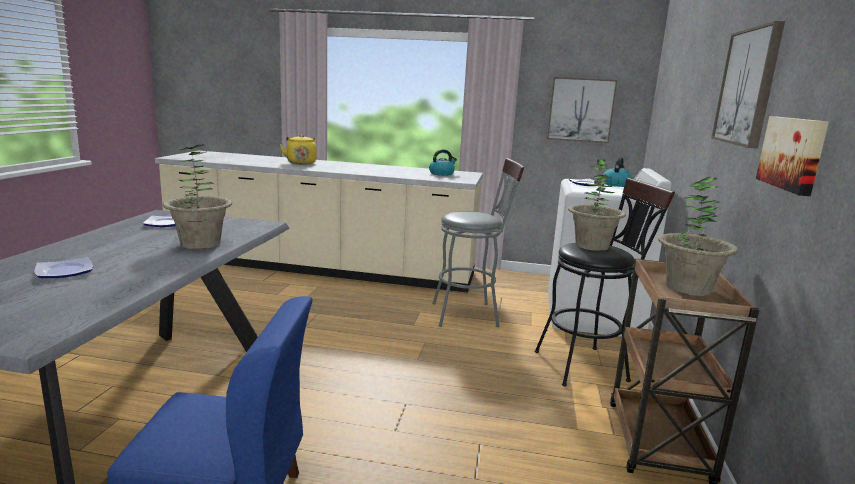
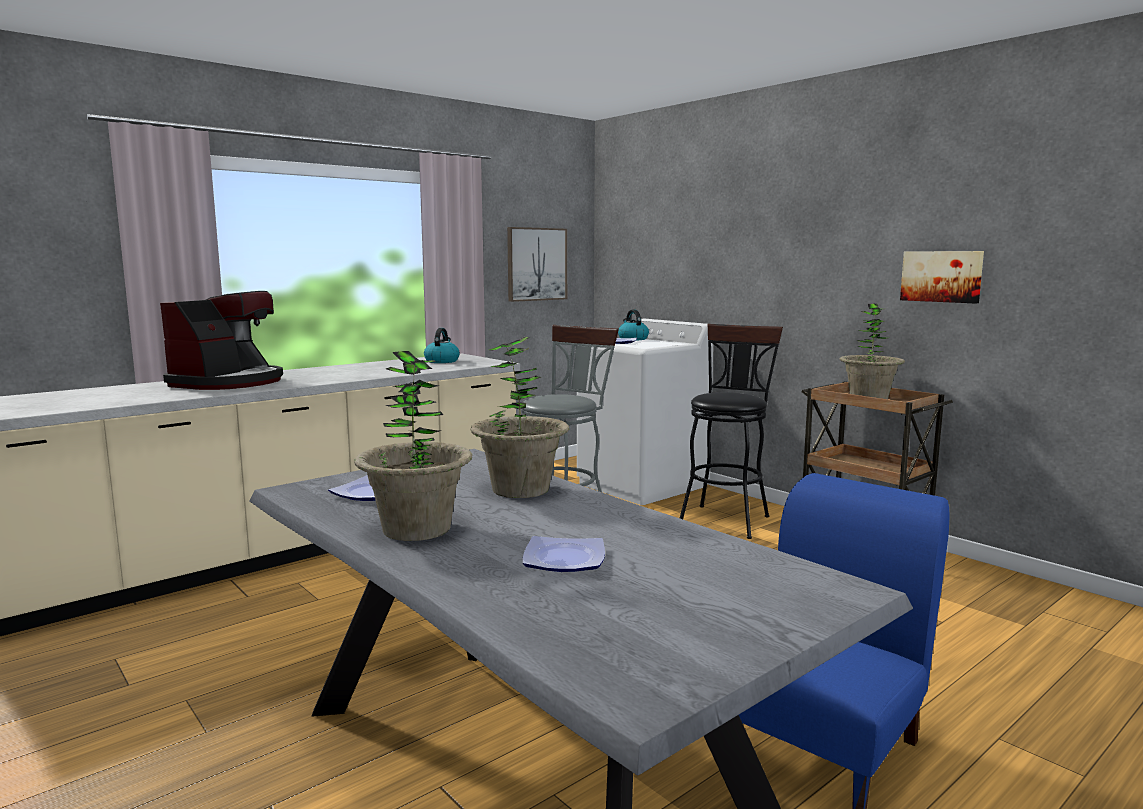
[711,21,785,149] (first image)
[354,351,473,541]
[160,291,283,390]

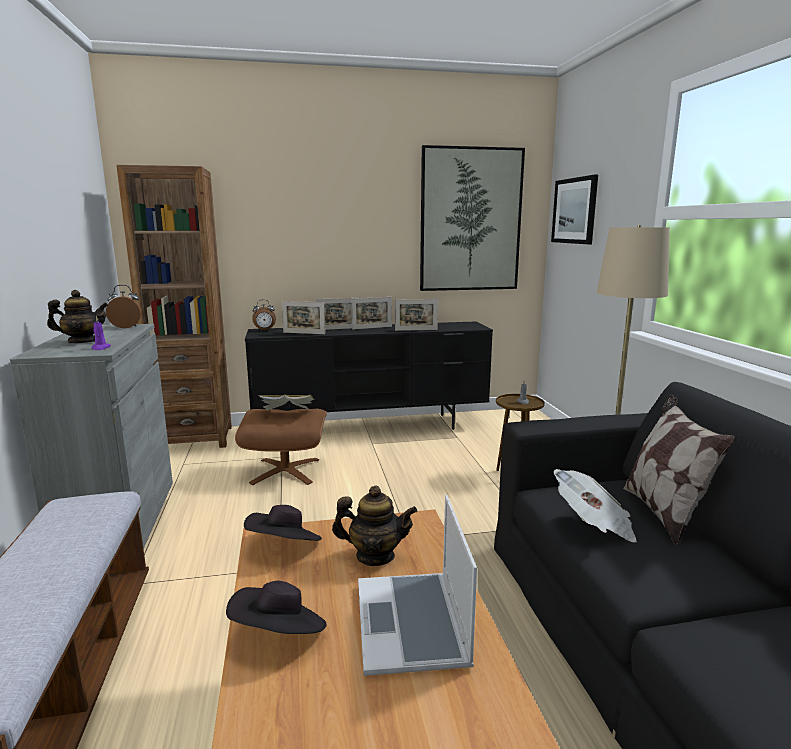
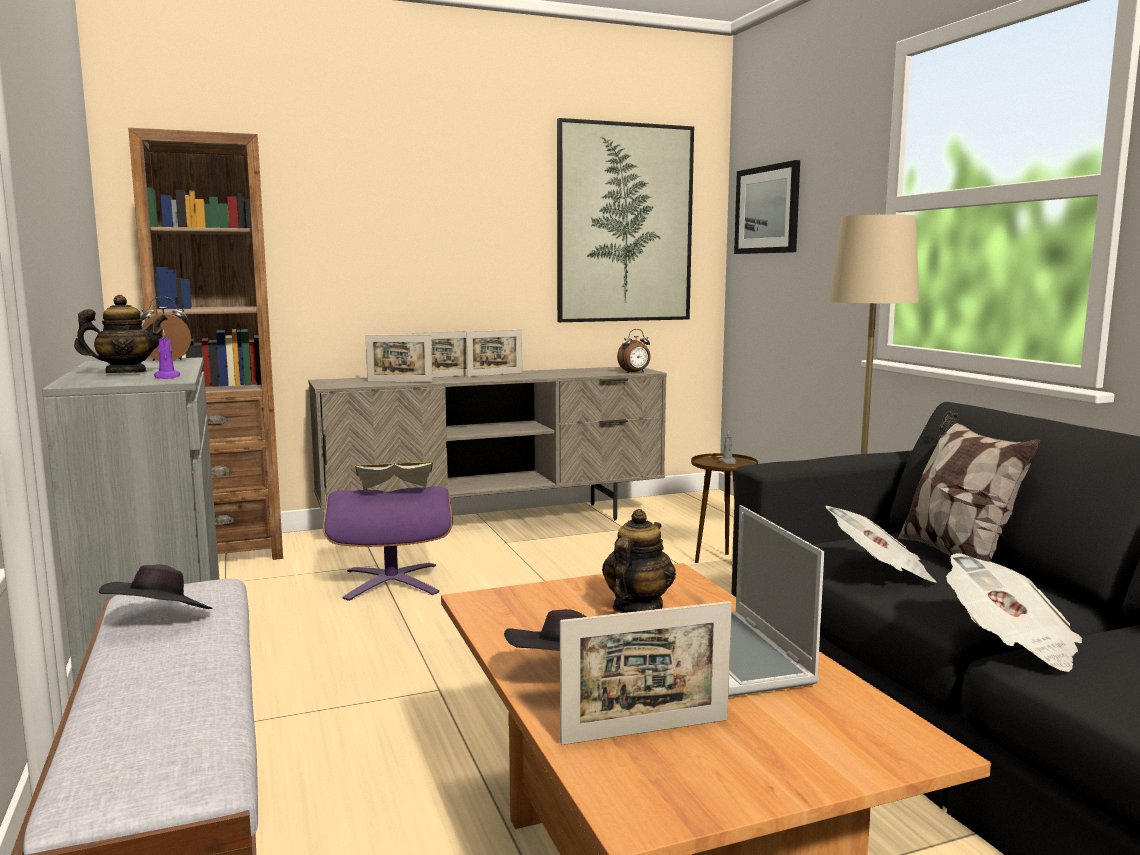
[946,553,1082,672]
[99,564,212,609]
[617,329,651,373]
[560,601,732,745]
[323,486,453,601]
[308,367,667,520]
[602,509,676,613]

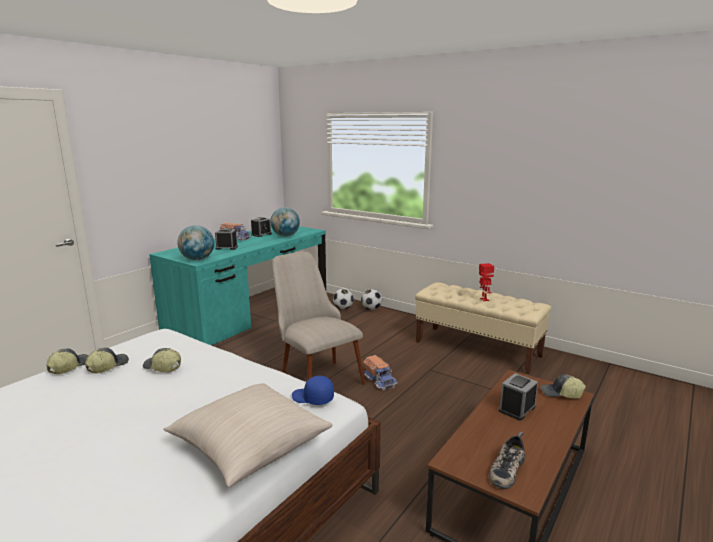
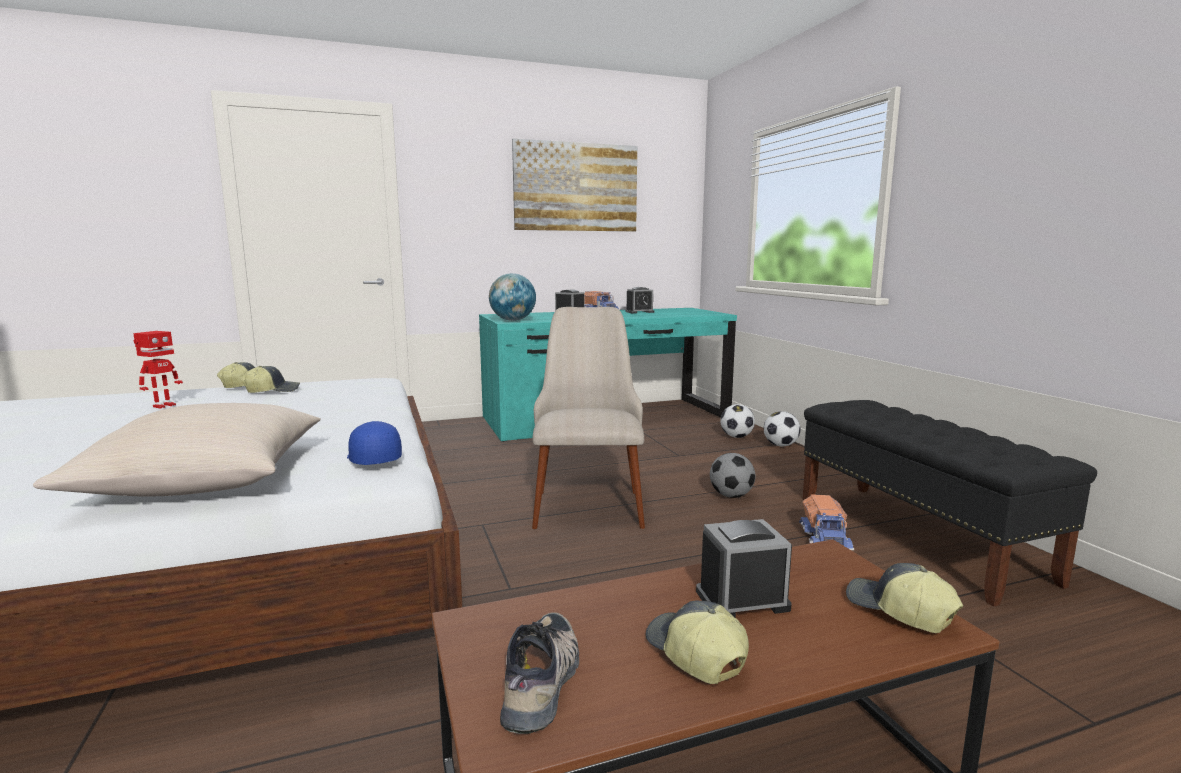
[271,207,300,237] (first image)
[512,138,637,231]
[710,453,755,498]
[646,600,749,684]
[799,494,854,550]
[133,331,183,409]
[803,400,1097,607]
[500,612,579,734]

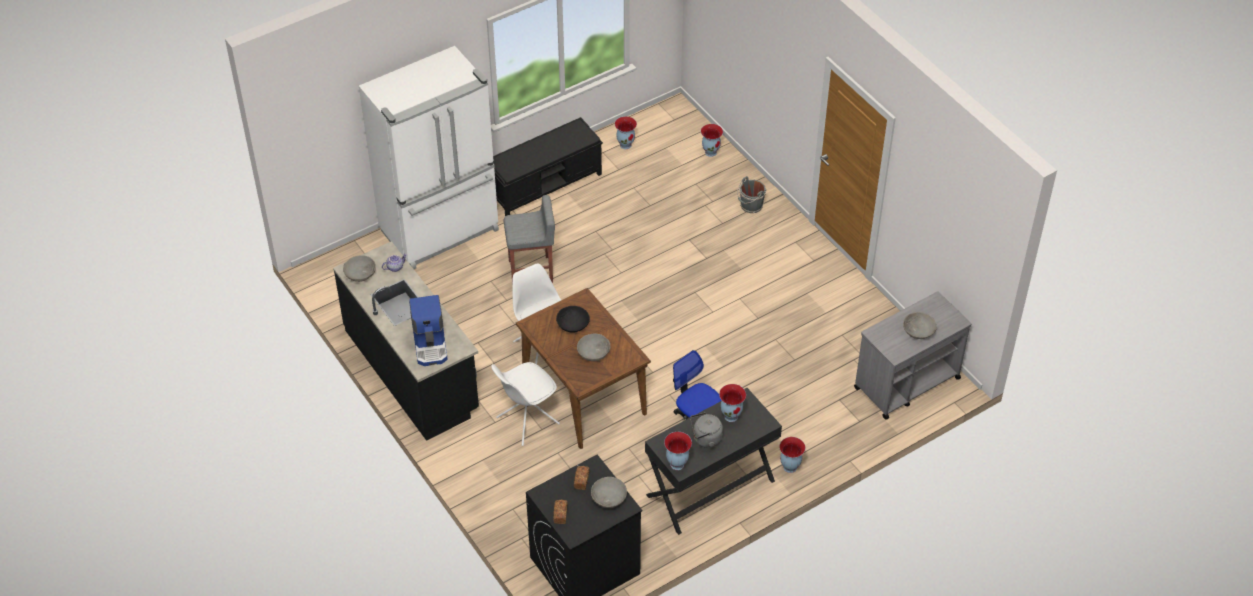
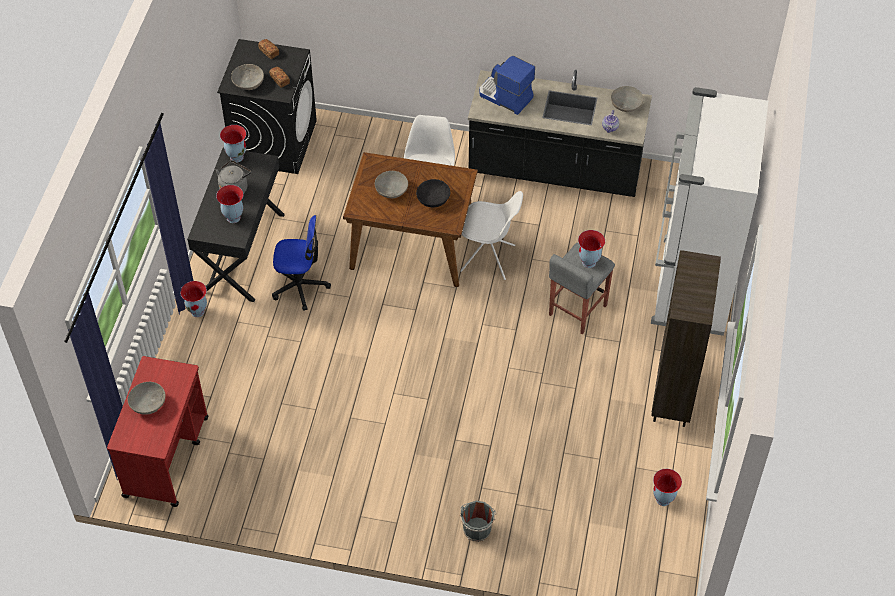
[578,230,605,268]
[651,250,721,427]
[107,356,209,507]

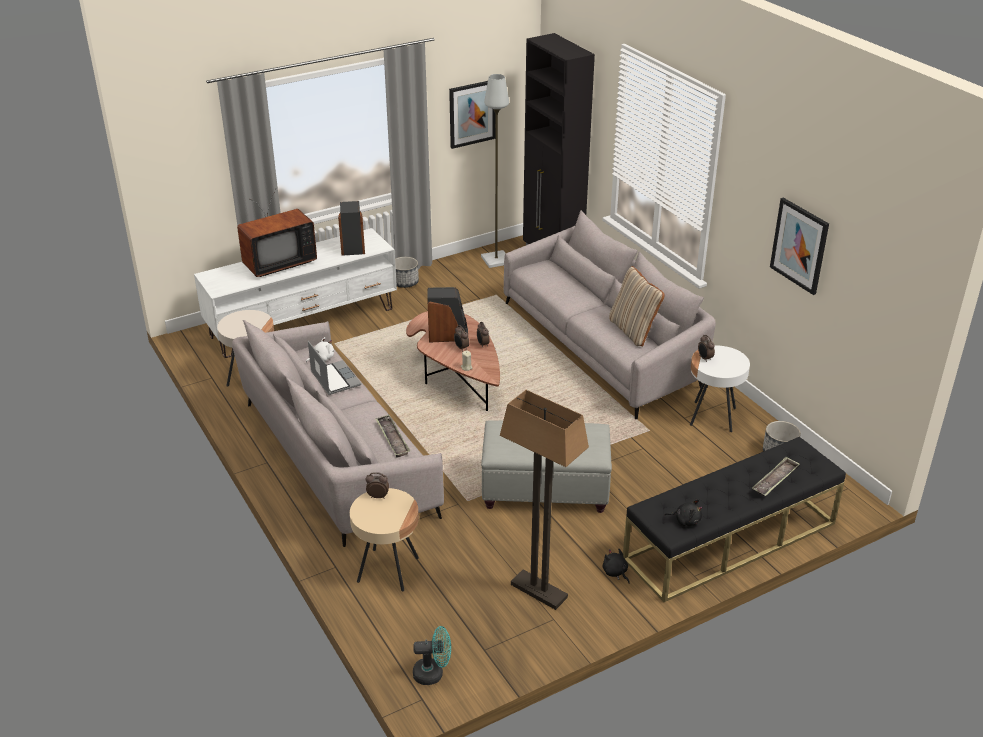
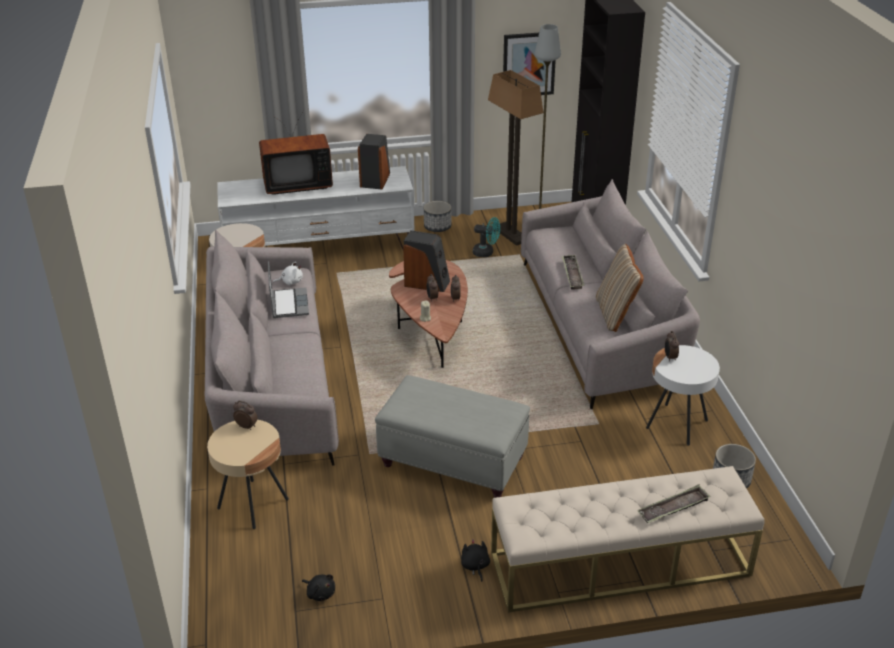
[770,198,829,295] (first image)
[562,255,585,290]
[473,217,500,257]
[488,70,544,246]
[302,574,335,601]
[491,466,765,613]

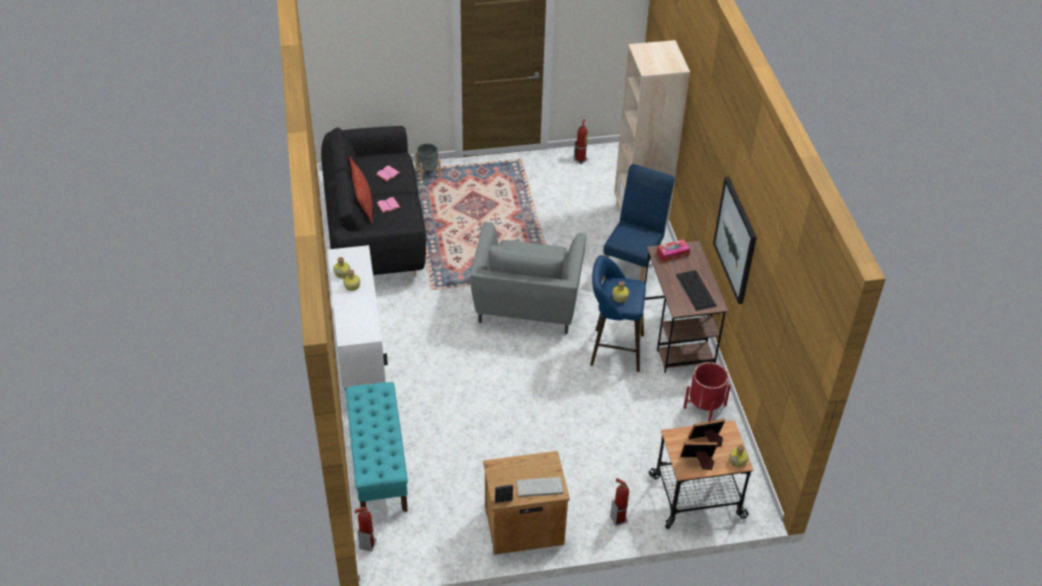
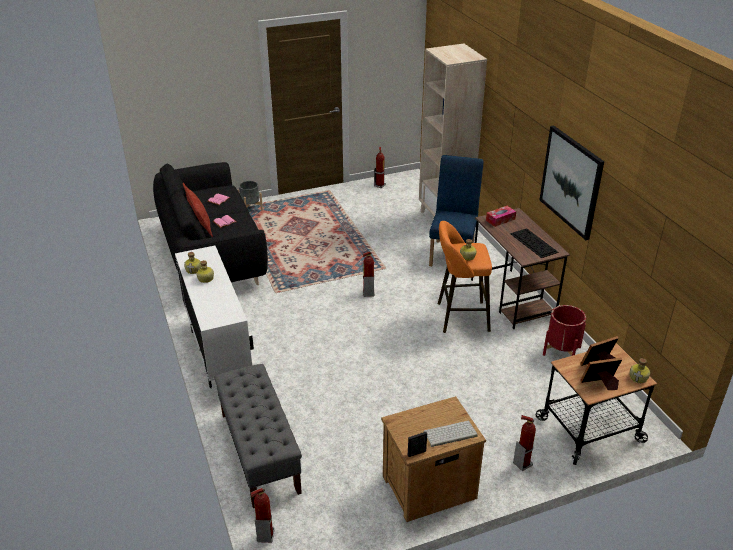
[362,252,375,297]
[214,364,302,508]
[438,221,492,333]

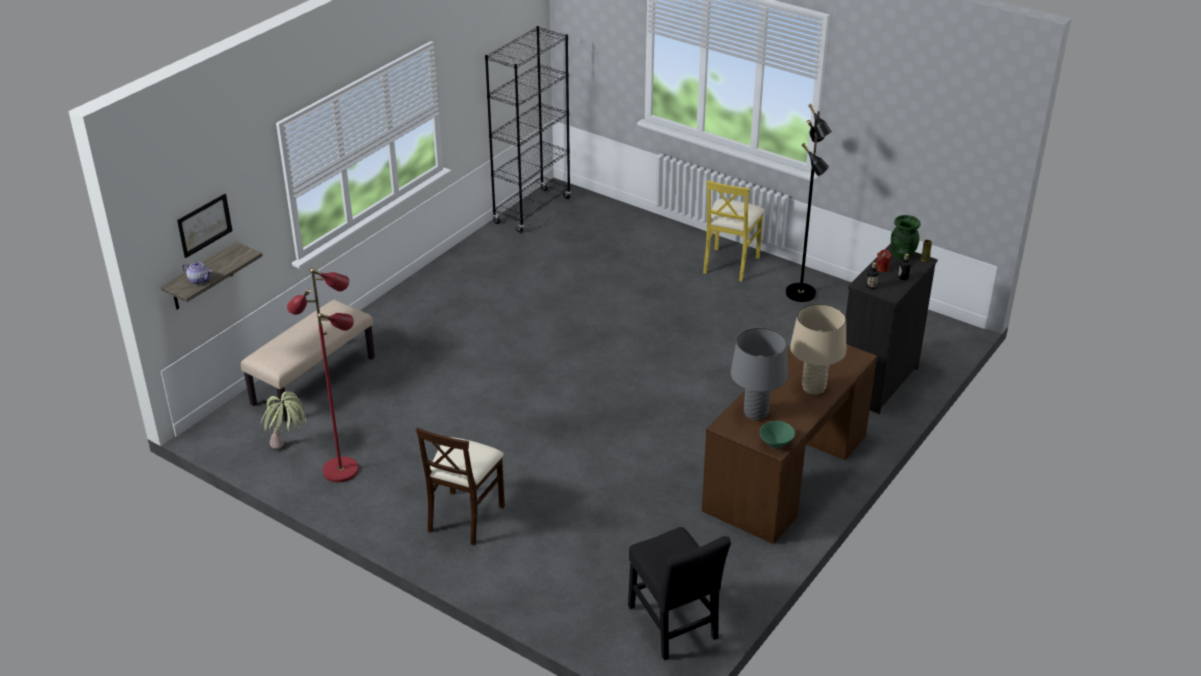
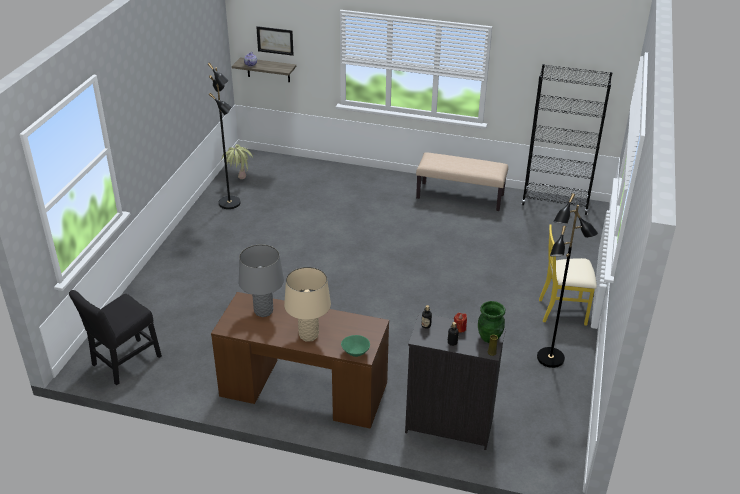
[416,427,505,545] (first image)
[416,153,508,211]
[341,335,370,357]
[208,63,241,209]

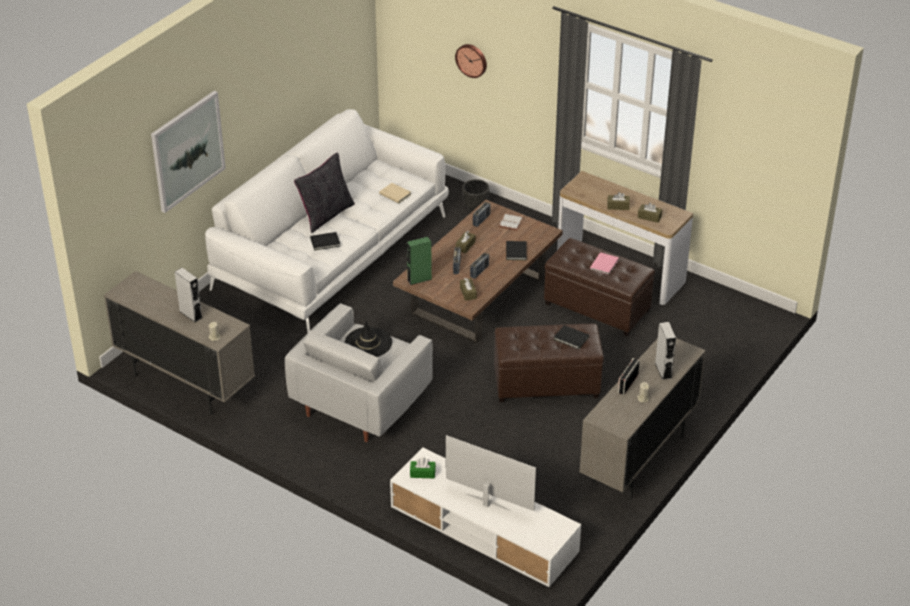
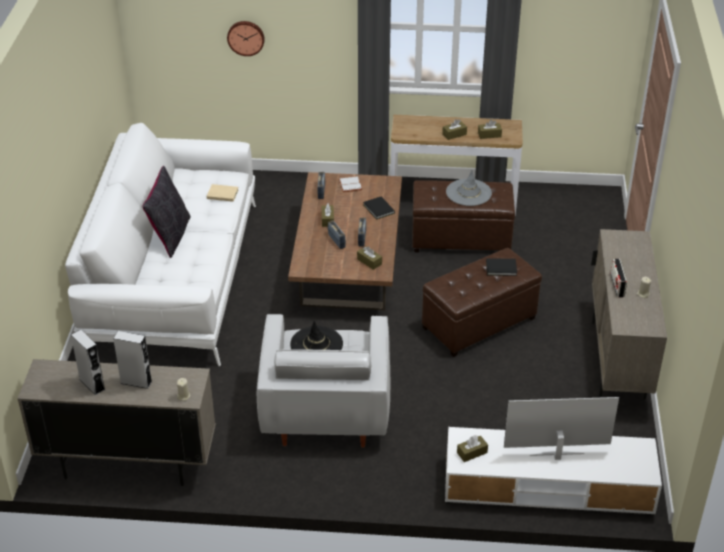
[151,91,226,213] (first image)
[310,232,340,250] (first image)
[407,237,432,285] (first image)
[462,179,489,211] (first image)
[71,330,105,395]
[446,170,492,206]
[457,435,488,462]

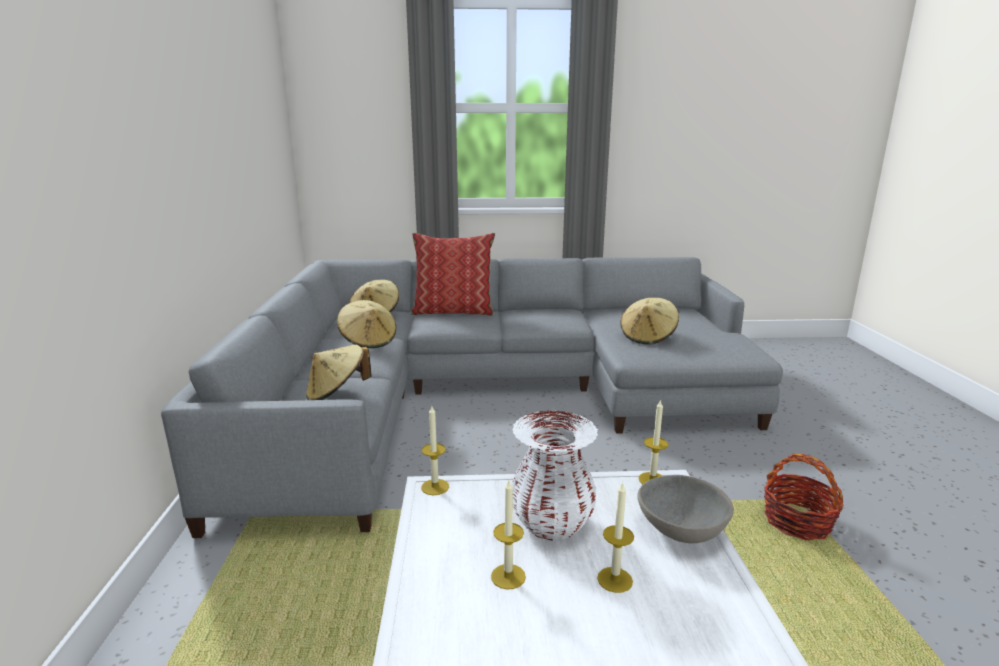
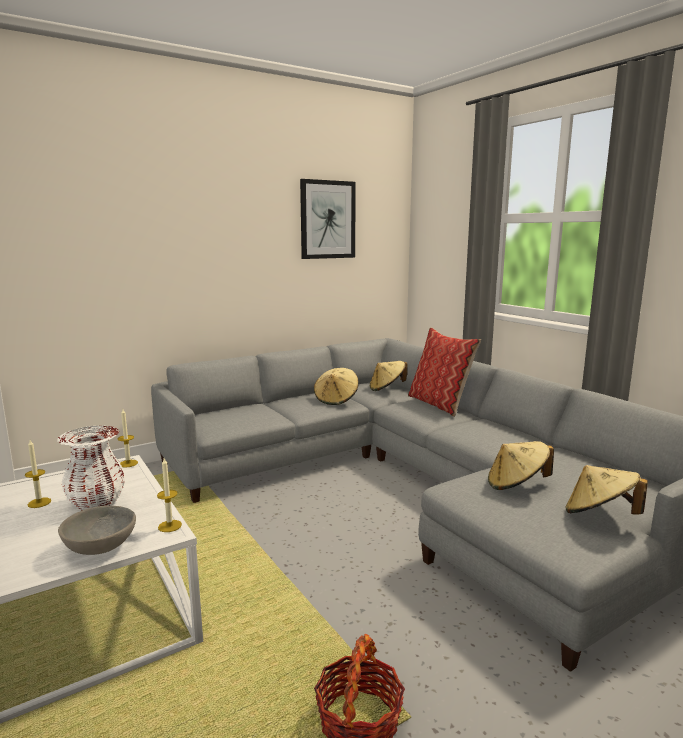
[597,482,634,593] (first image)
[300,179,356,259]
[565,465,648,514]

